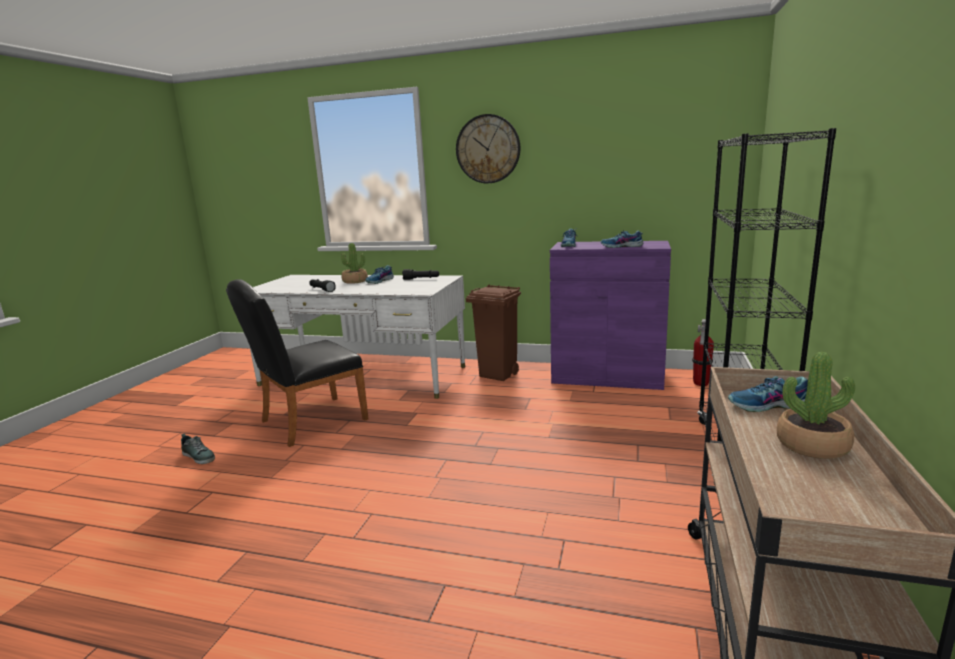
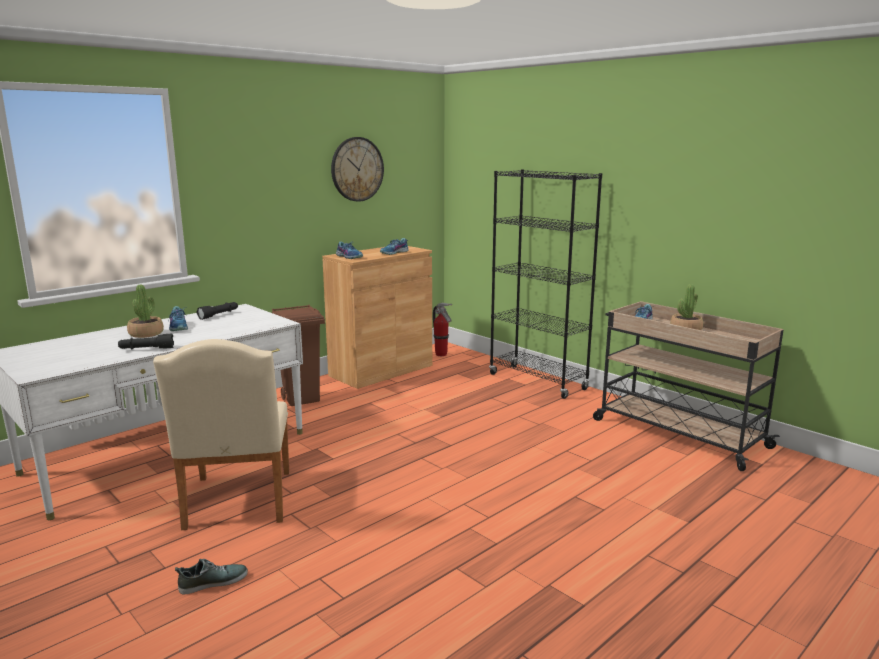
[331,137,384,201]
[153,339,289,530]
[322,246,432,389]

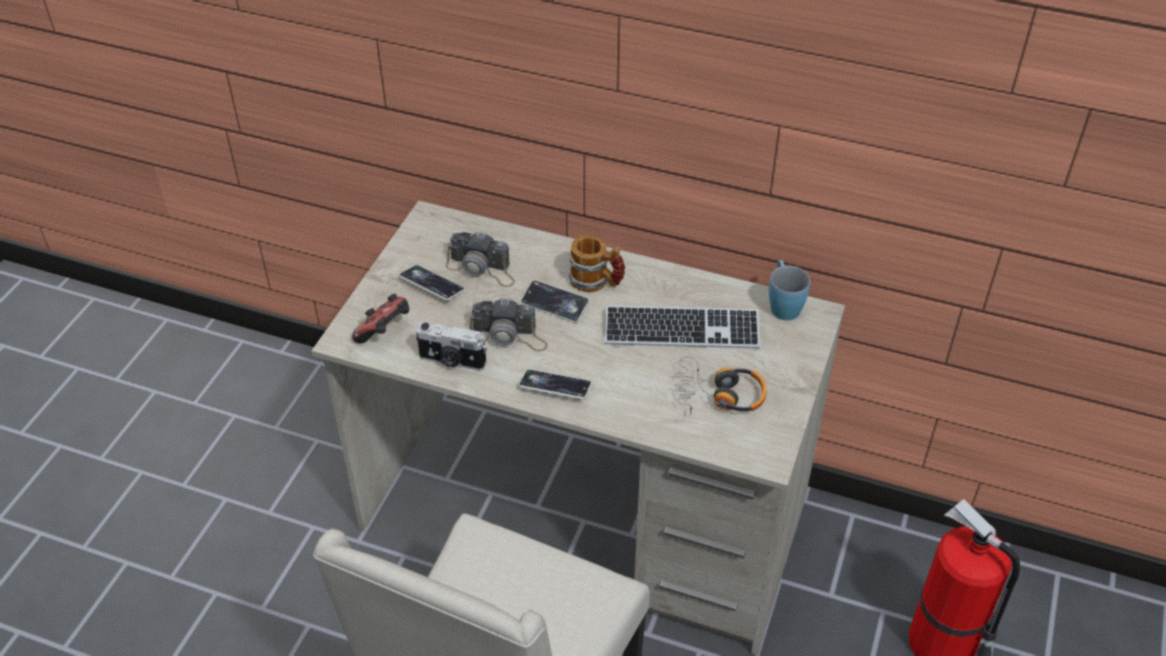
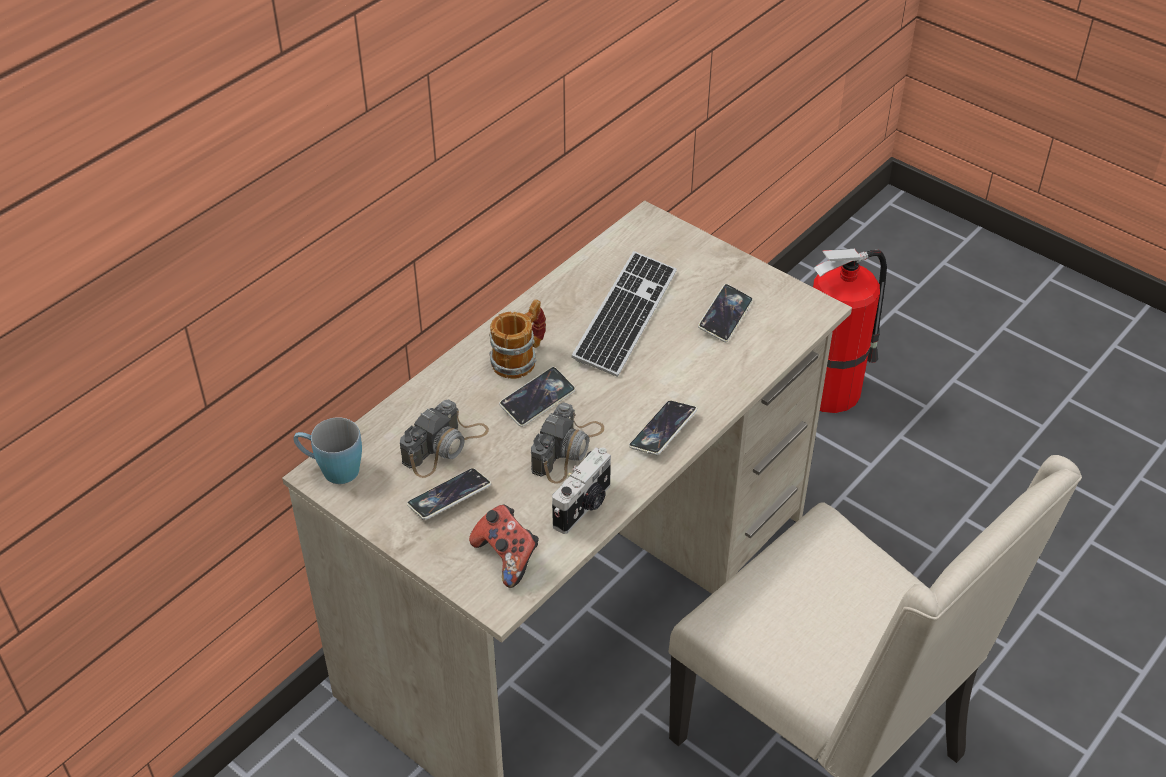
[293,418,362,484]
[698,284,753,342]

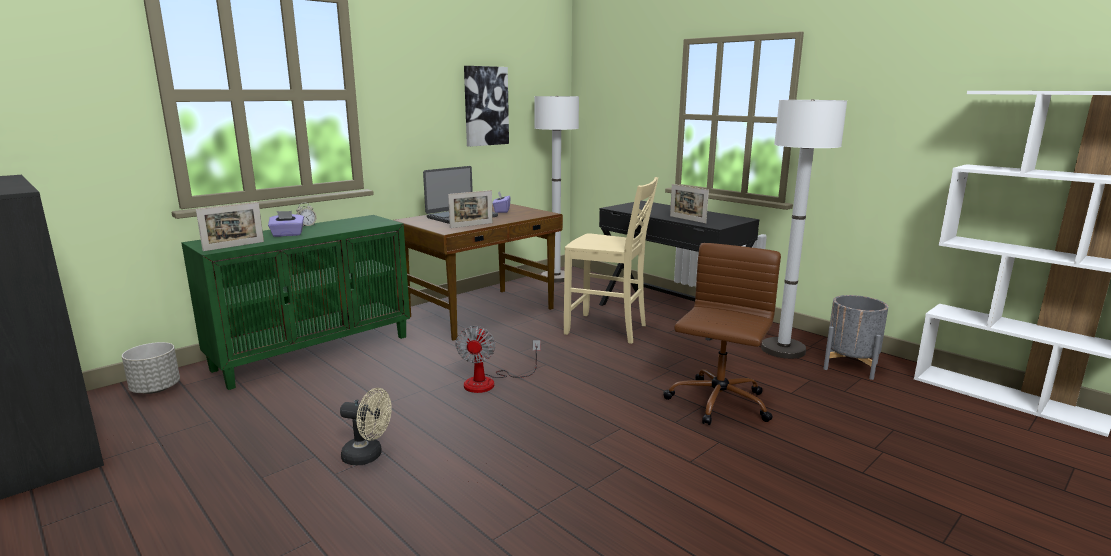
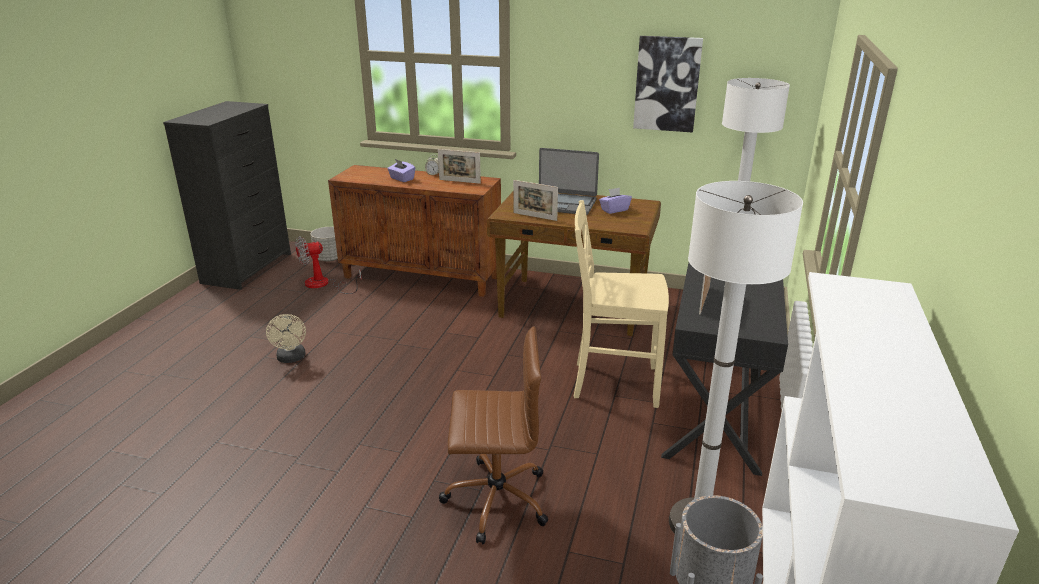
[438,149,481,184]
[295,236,362,294]
[328,165,501,297]
[574,200,669,408]

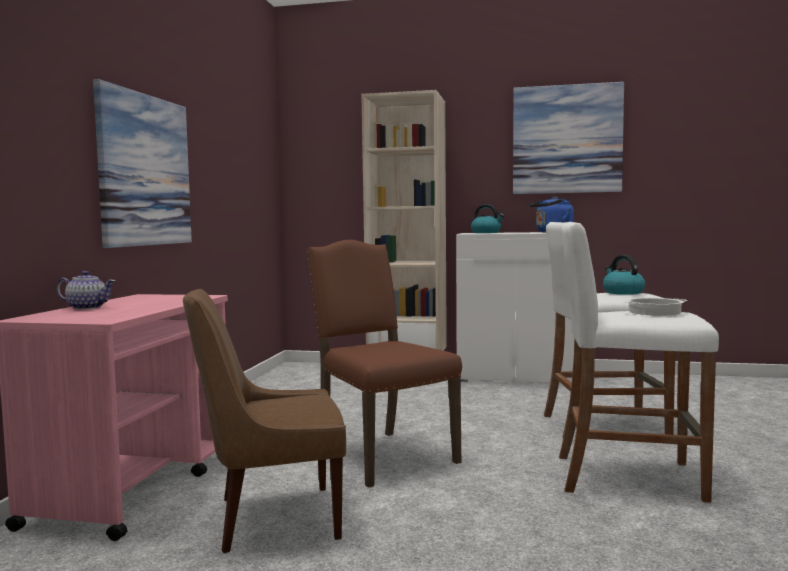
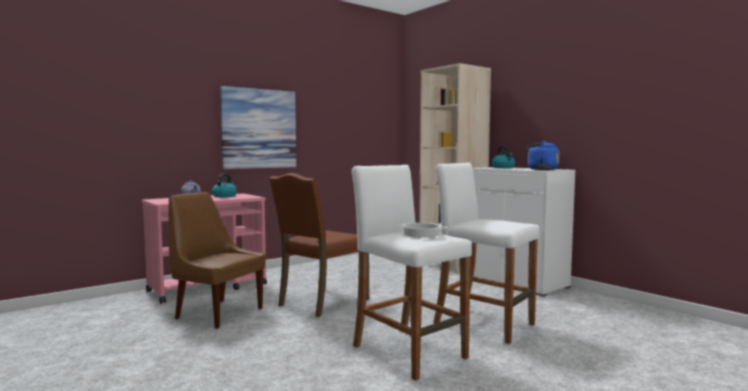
[513,82,624,194] (first image)
[212,174,237,197]
[269,173,369,317]

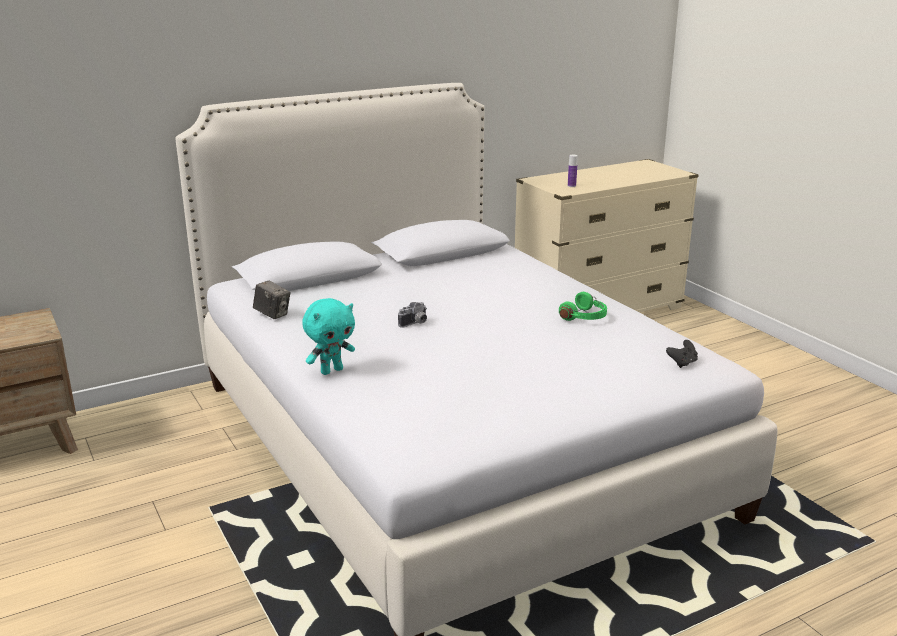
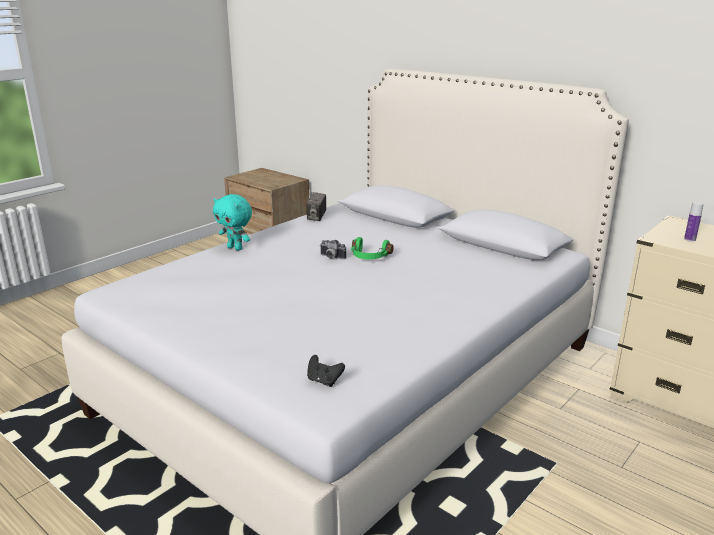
[351,237,394,260]

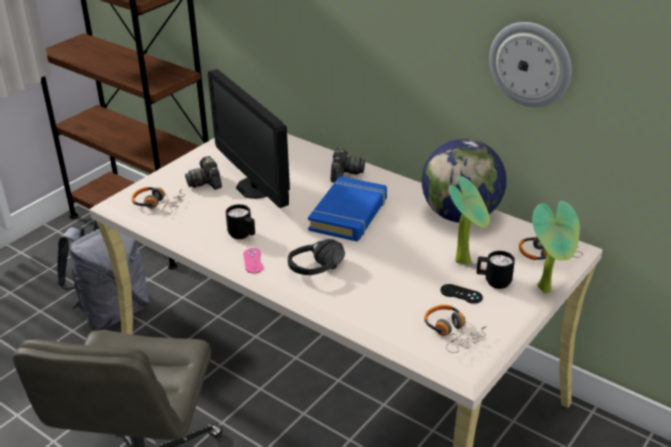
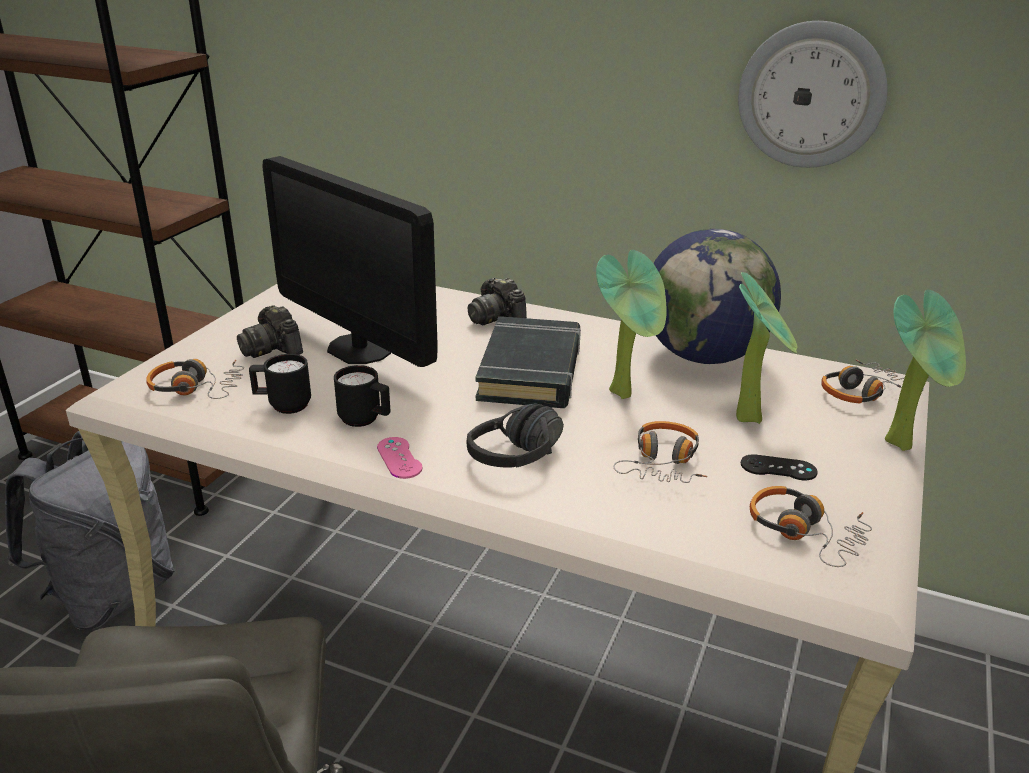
[596,250,667,399]
[613,421,707,483]
[249,354,311,414]
[475,316,581,408]
[468,278,527,326]

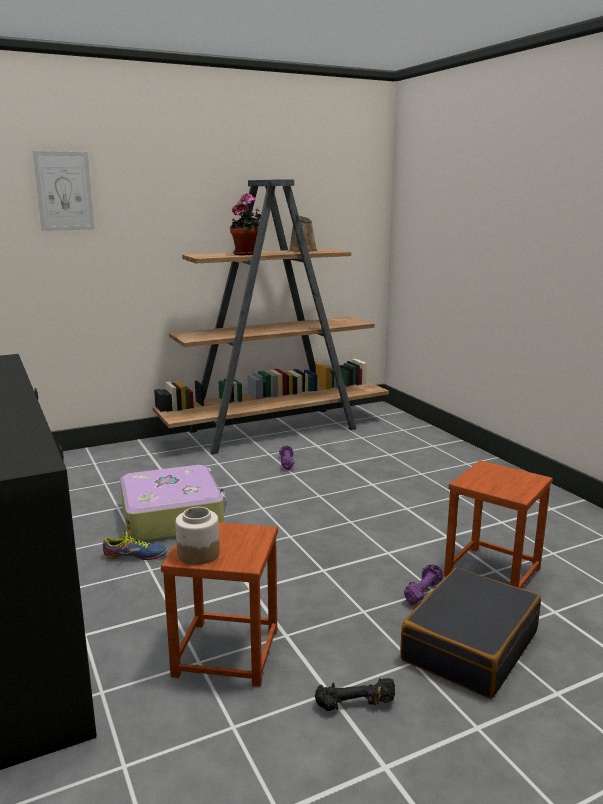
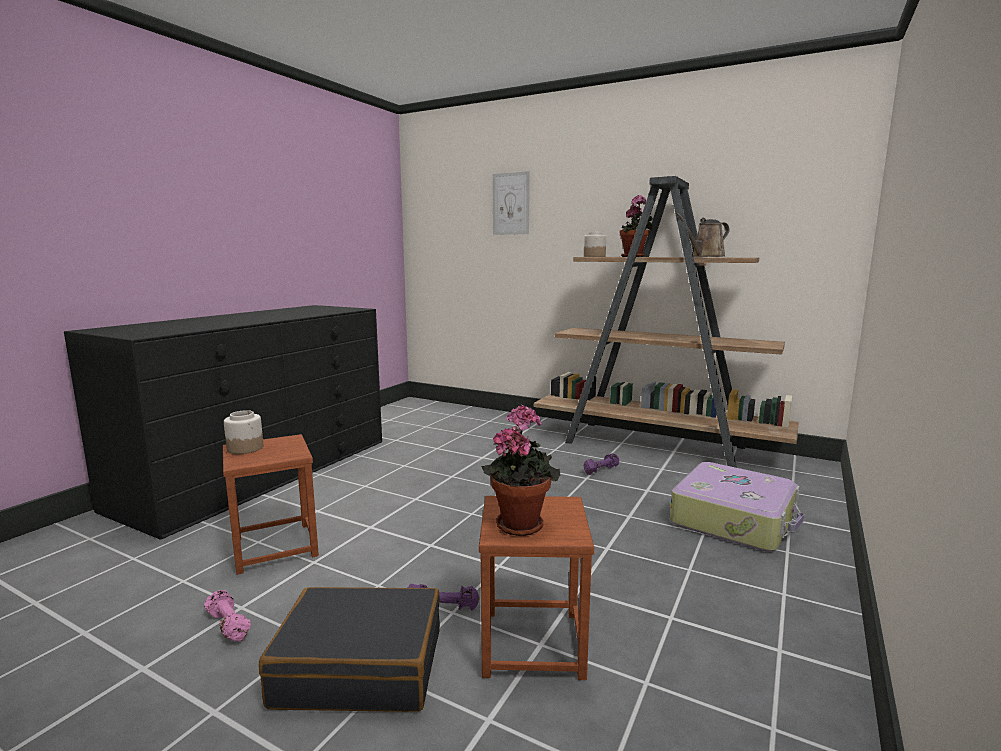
[103,531,167,560] (first image)
[482,404,560,536]
[584,232,606,257]
[670,462,804,551]
[204,590,251,641]

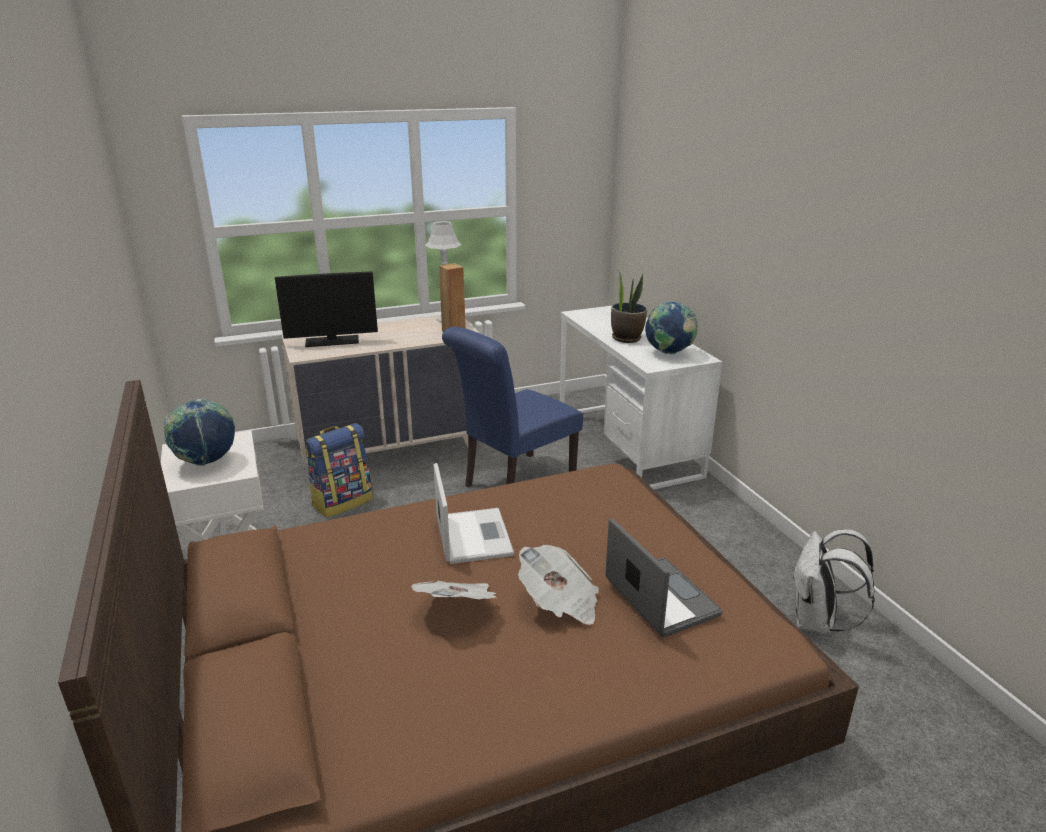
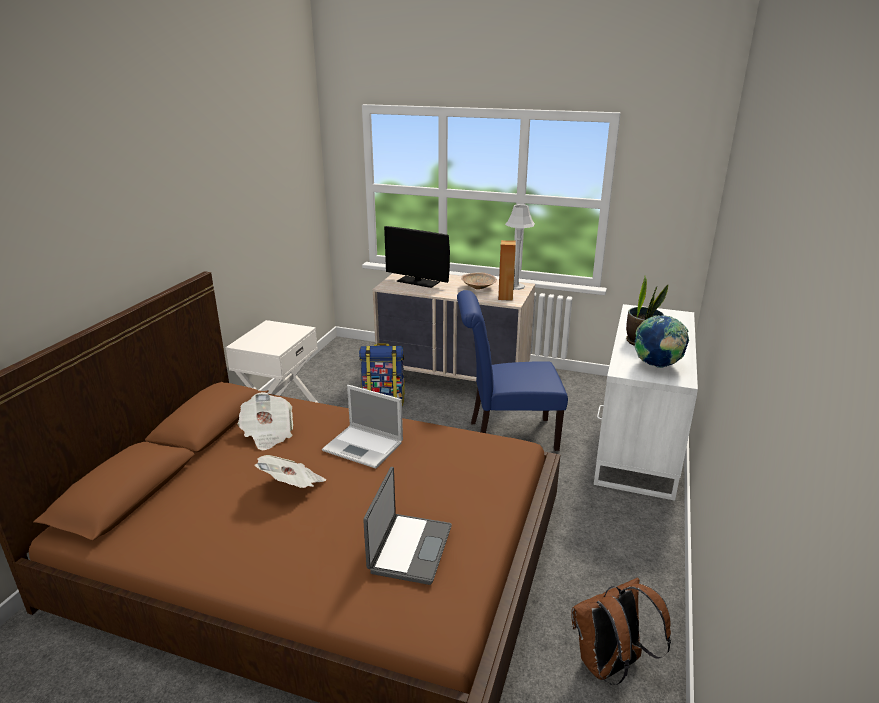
[164,399,235,466] (first image)
[461,272,497,290]
[238,392,293,451]
[571,577,671,685]
[322,385,403,469]

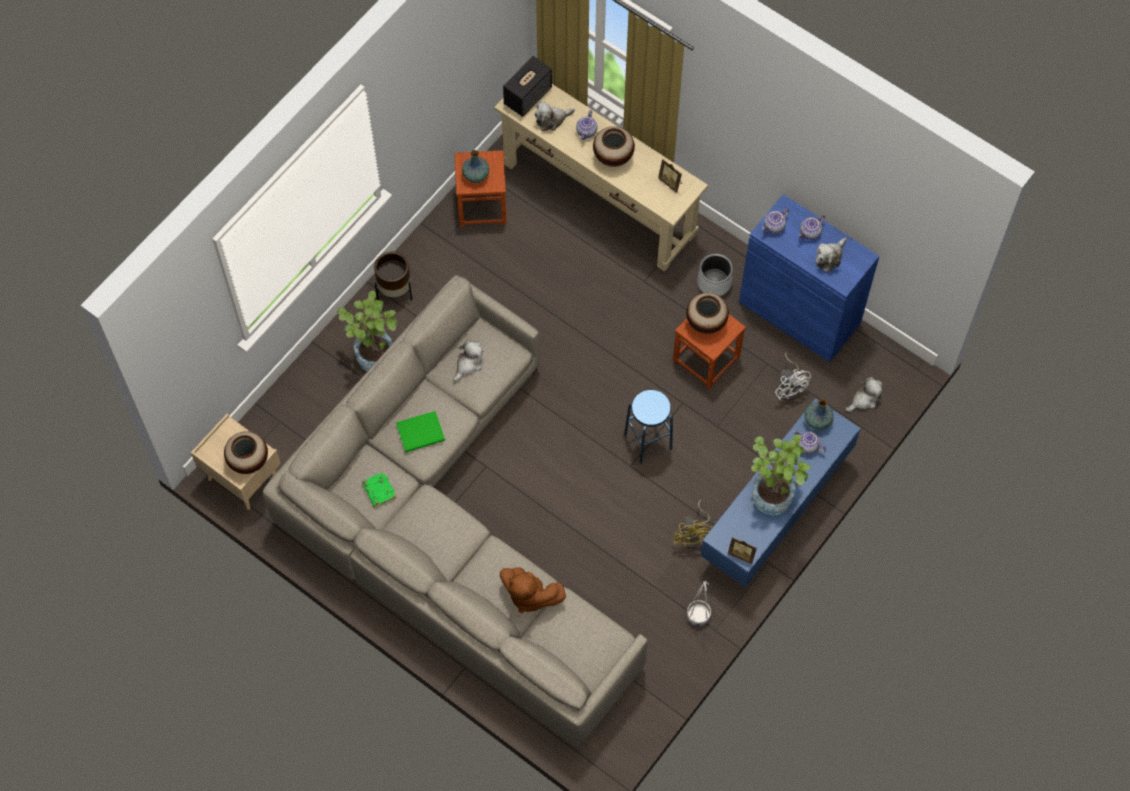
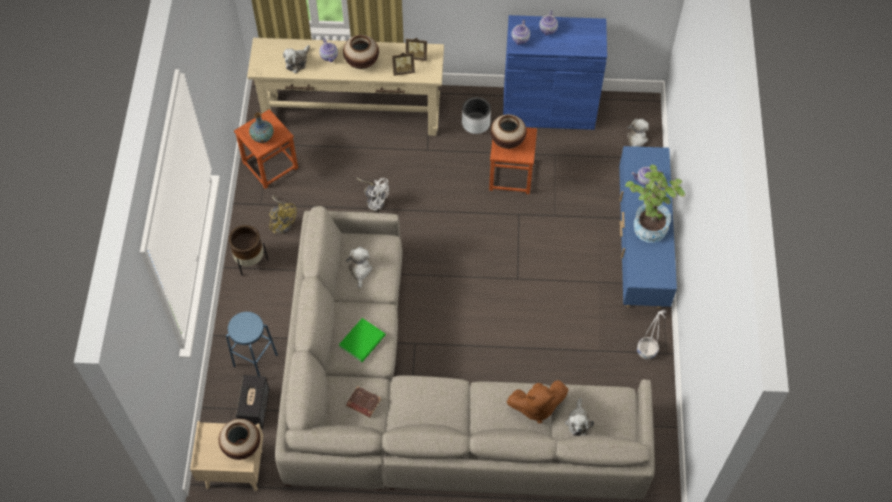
[337,291,397,371] (first image)
[805,399,834,430] (first image)
[236,375,269,429]
[226,312,278,376]
[269,196,297,234]
[392,52,415,76]
[357,177,389,211]
[565,398,594,436]
[346,386,381,418]

